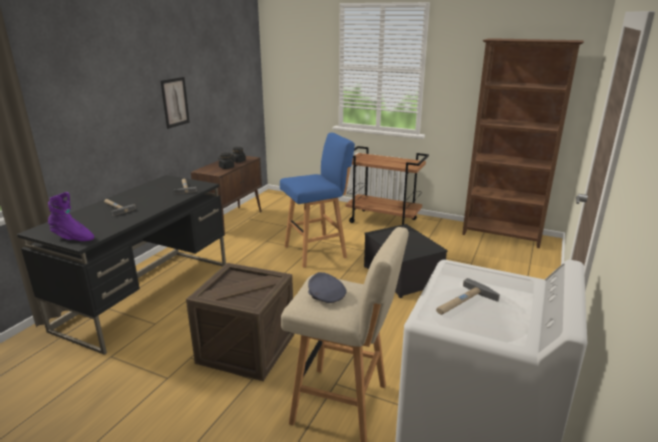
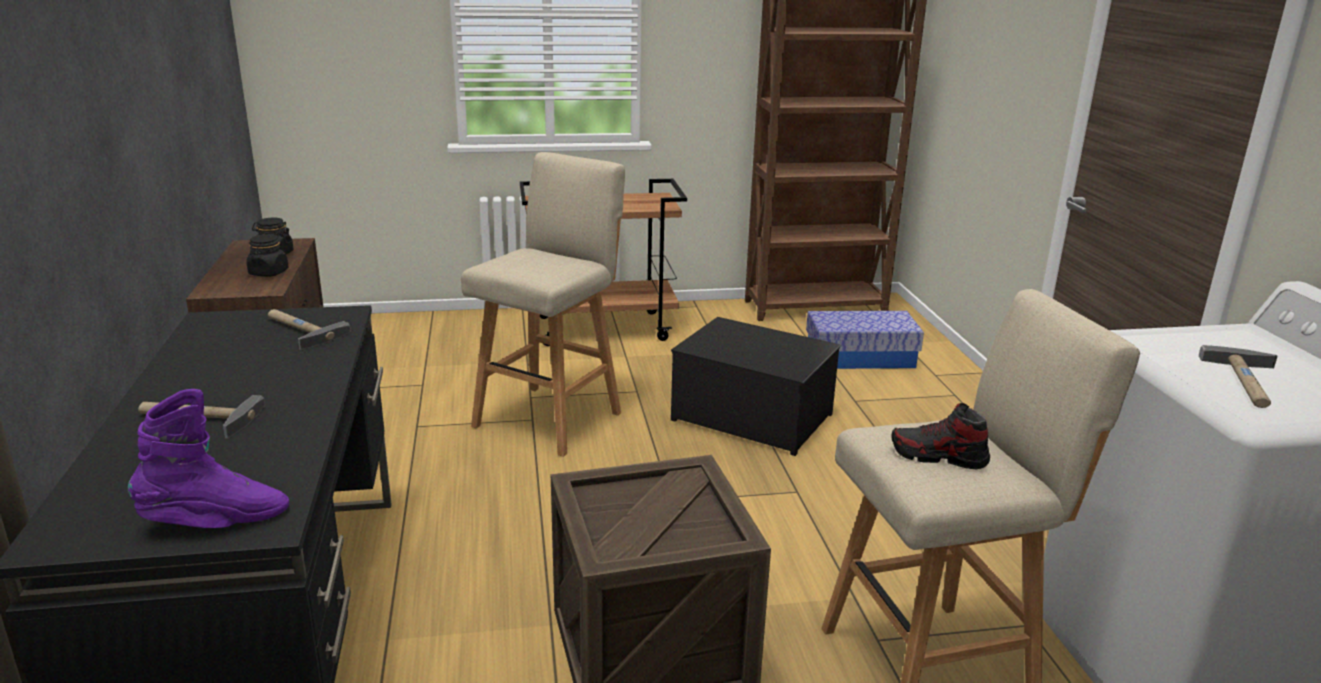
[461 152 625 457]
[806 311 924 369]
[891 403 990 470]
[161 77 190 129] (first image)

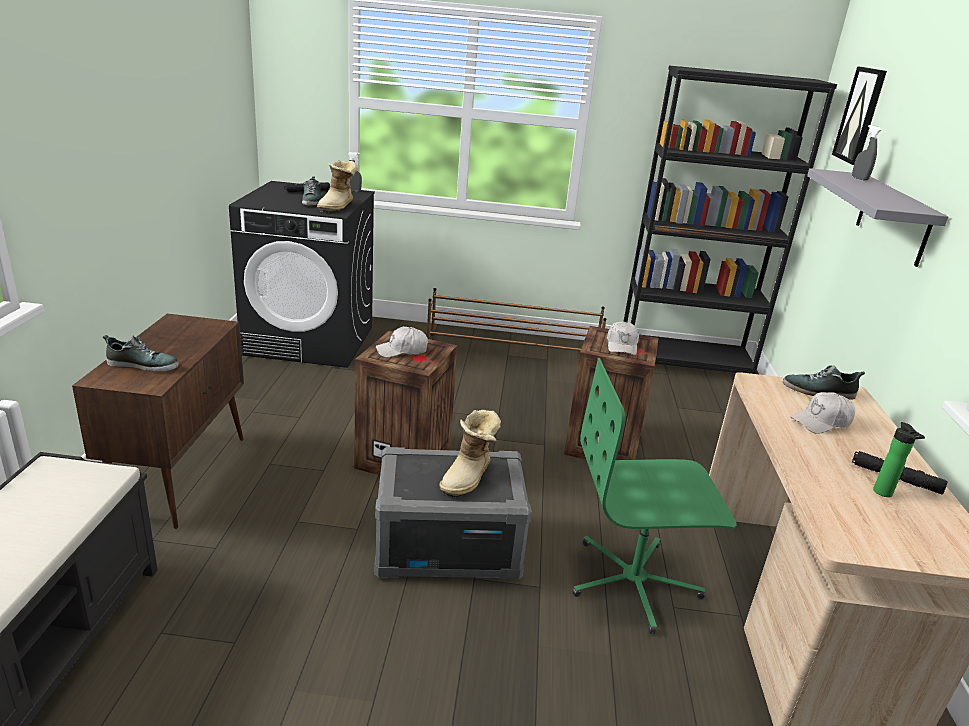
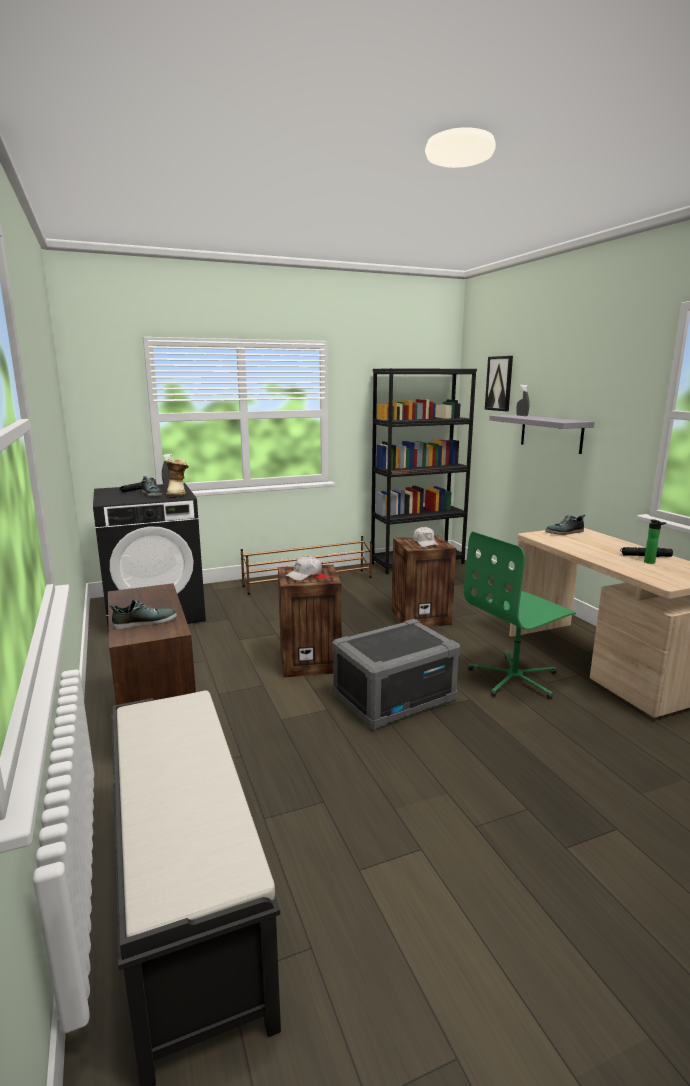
[439 410 501 497] (first image)
[790 392 855 434] (first image)

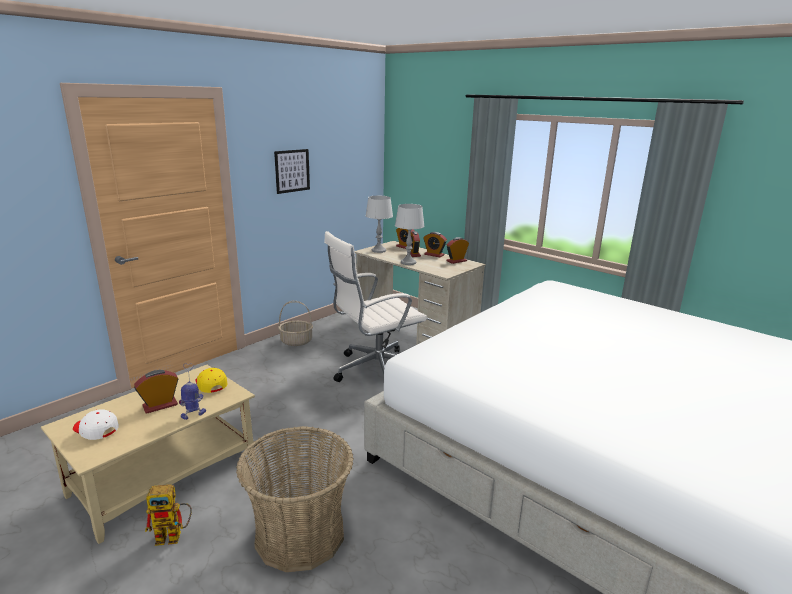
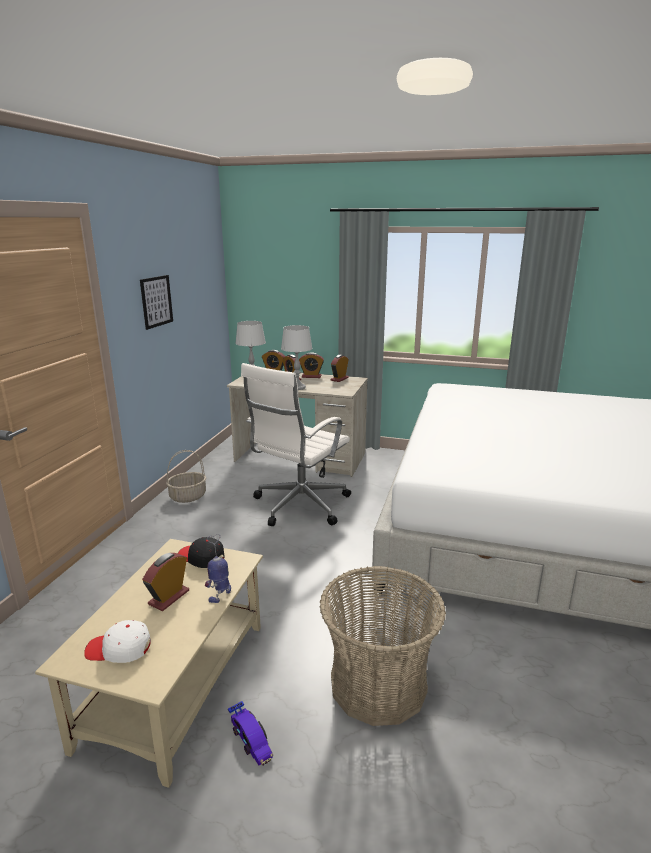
[178 537 225 568]
[228 701 273 766]

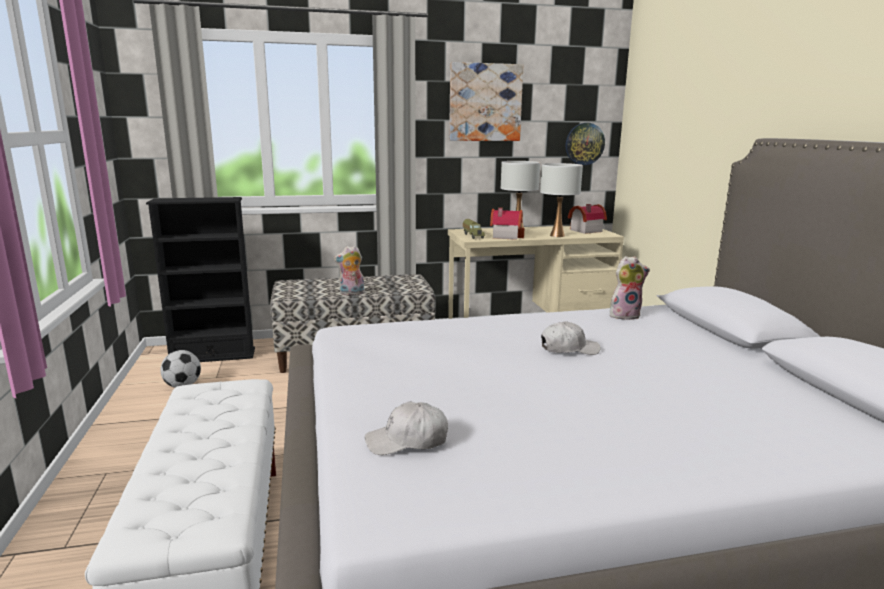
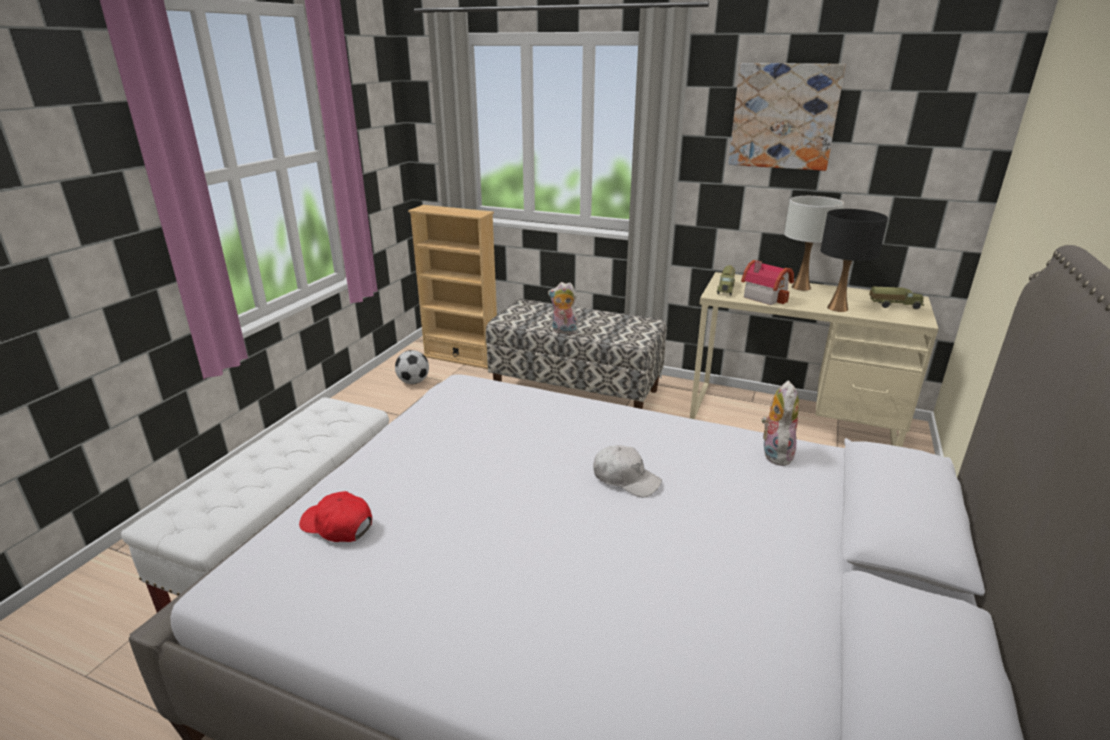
[299 491 372 542]
[408 205 497 369]
[761 380 799 466]
[820 209 888 312]
[869 286 924 309]
[566 123 605 165] (first image)

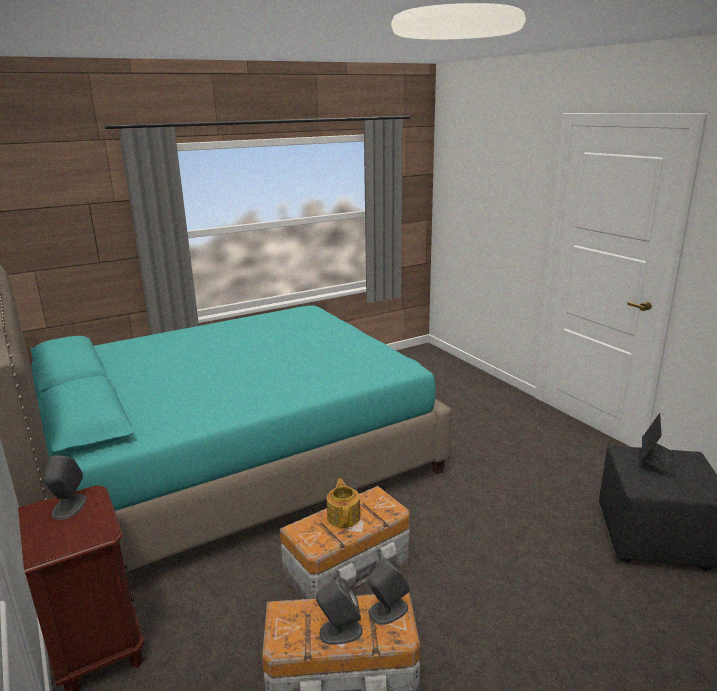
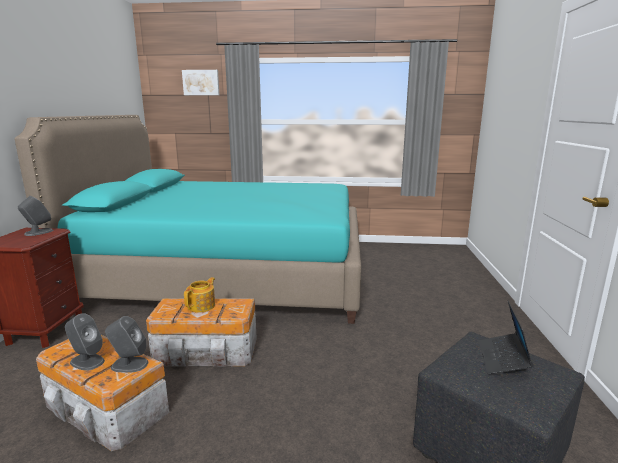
[182 70 220 95]
[479 301 534 374]

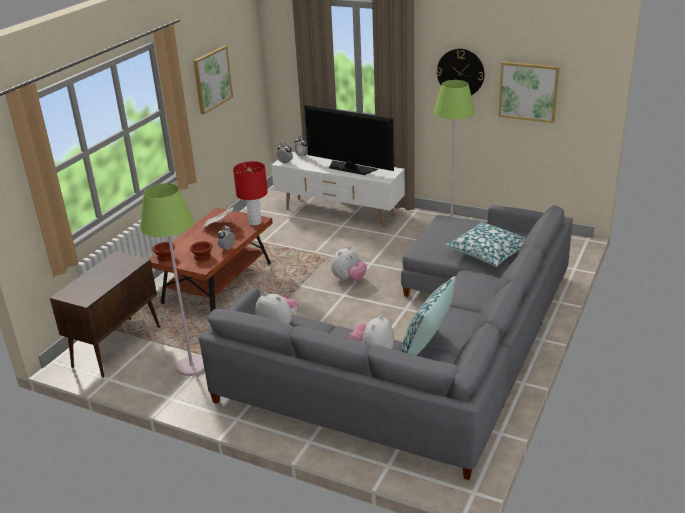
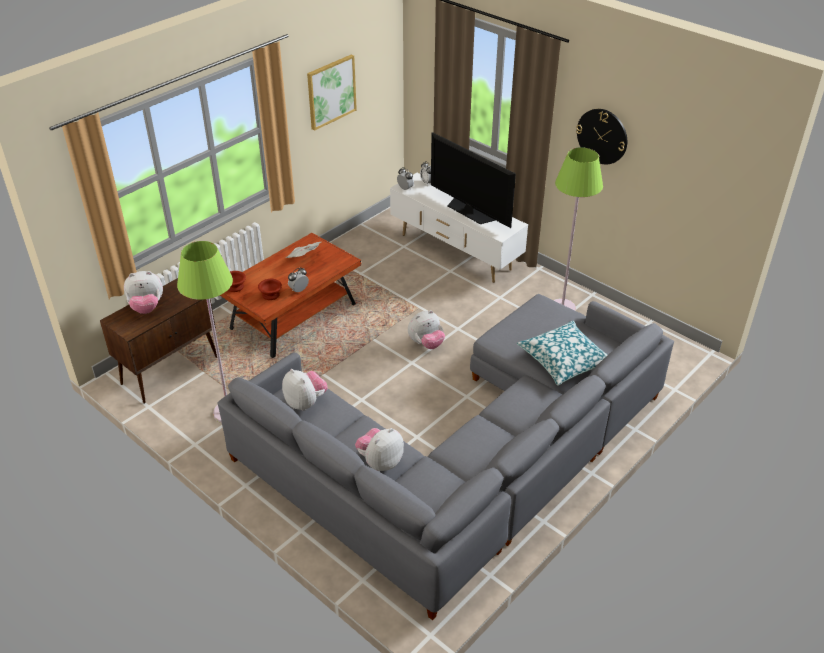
[124 271 163 314]
[233 161 268 225] (first image)
[401 276 456 355] (first image)
[498 62 559 123] (first image)

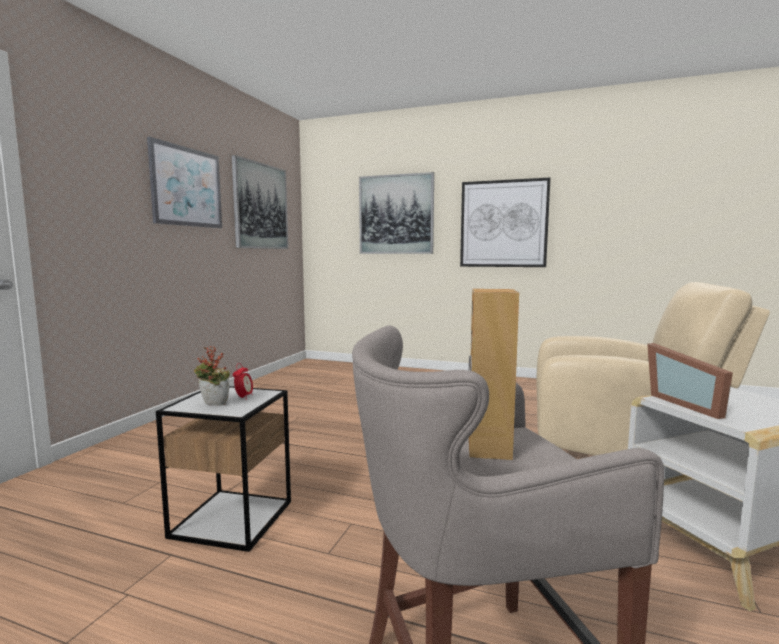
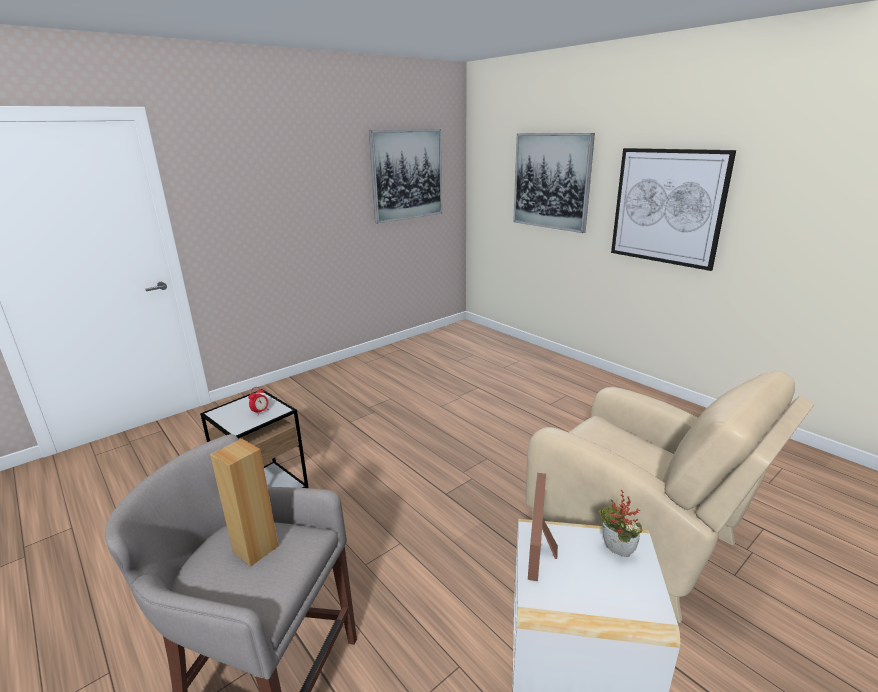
[599 490 643 557]
[147 137 222 228] (first image)

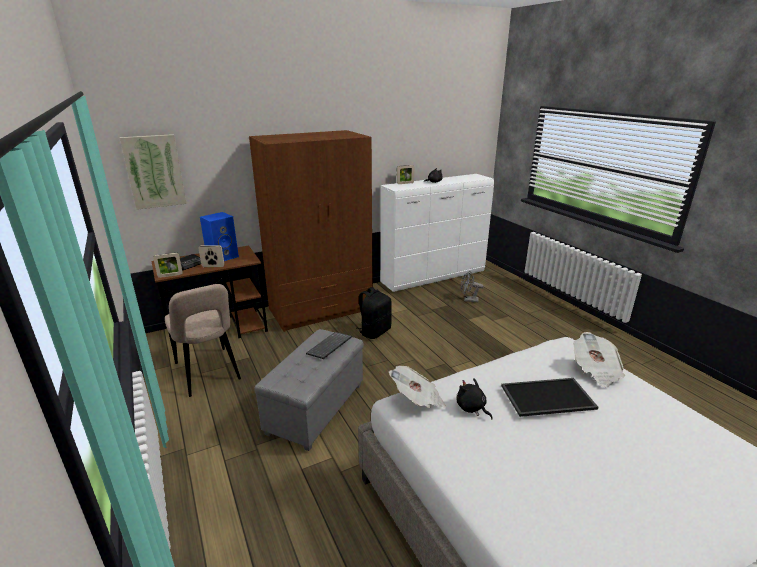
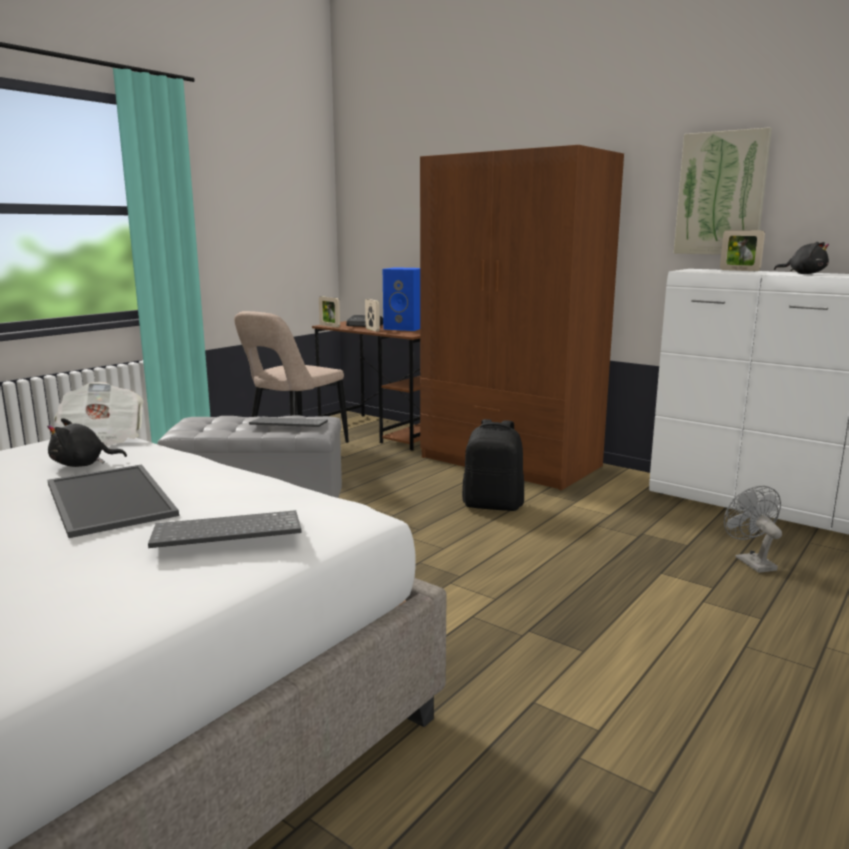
[47 418 127 467]
[148 510 302 548]
[674 127 772 255]

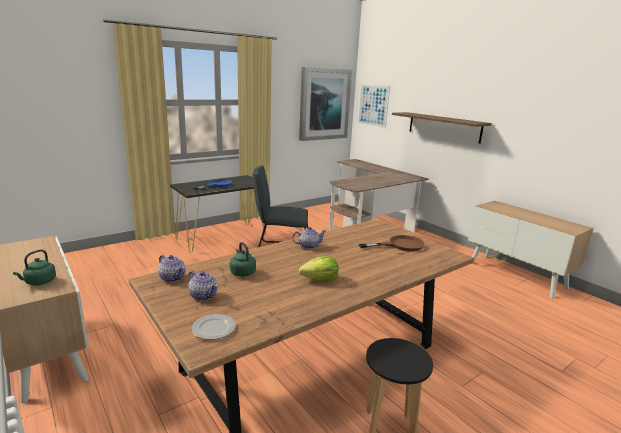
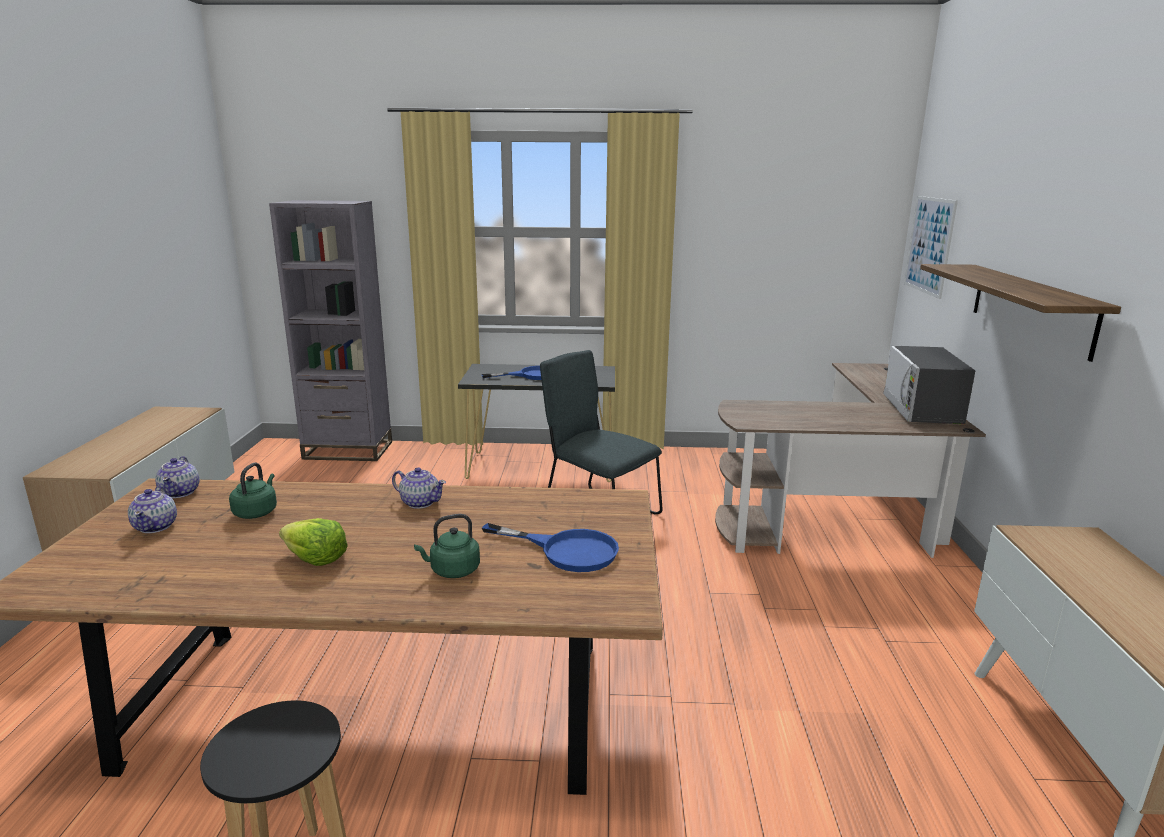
[269 200 392 461]
[414 514 480 578]
[482 523 619 572]
[883 346 975 424]
[192 314 236 340] (first image)
[299 67 352 141] (first image)

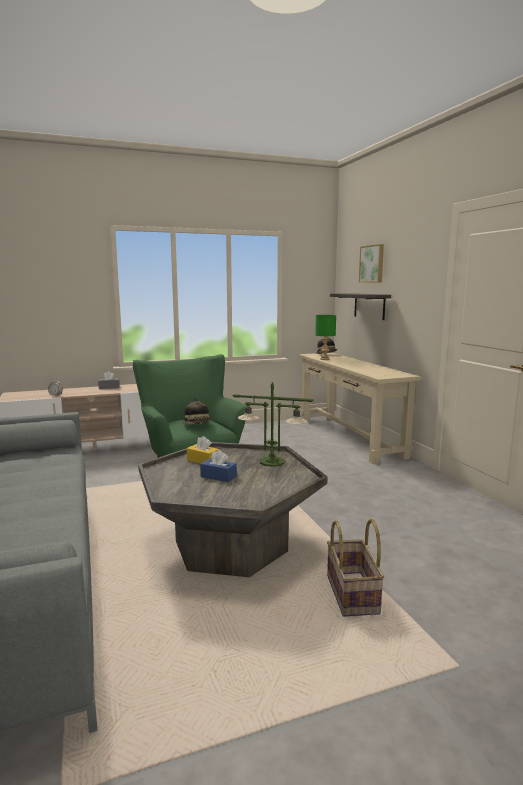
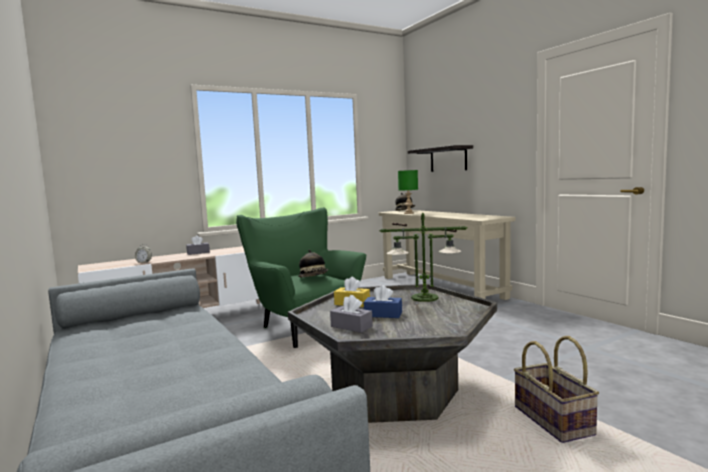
[330 295 373 333]
[359 244 384 282] (first image)

